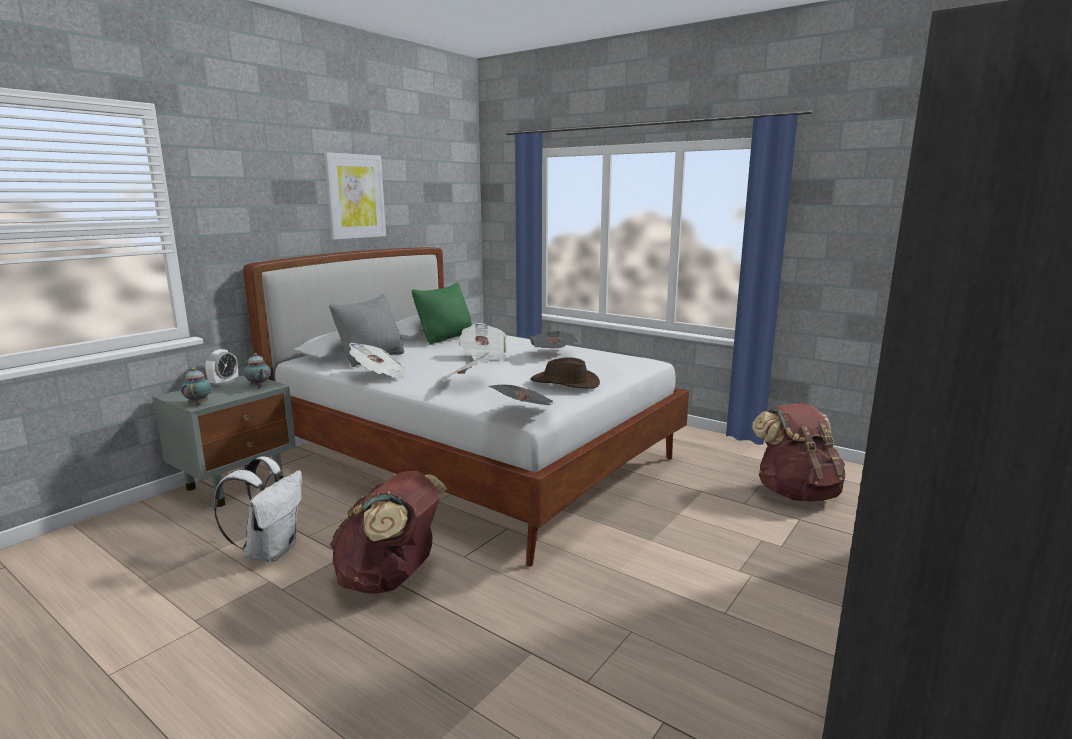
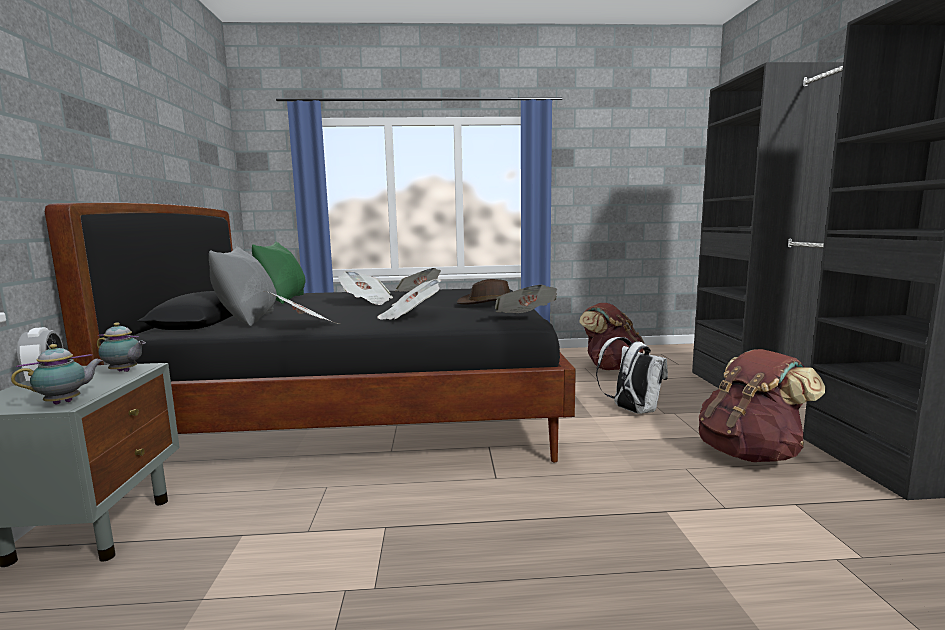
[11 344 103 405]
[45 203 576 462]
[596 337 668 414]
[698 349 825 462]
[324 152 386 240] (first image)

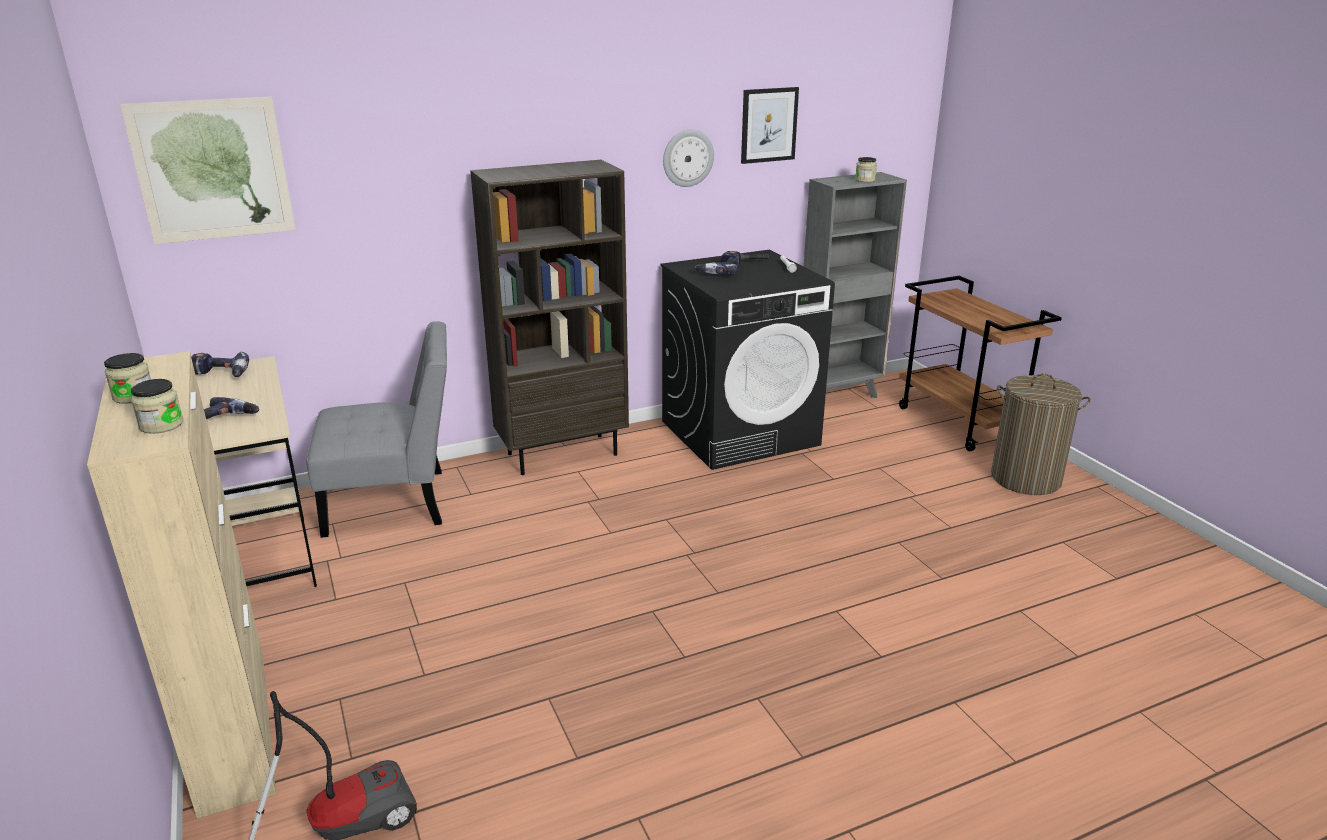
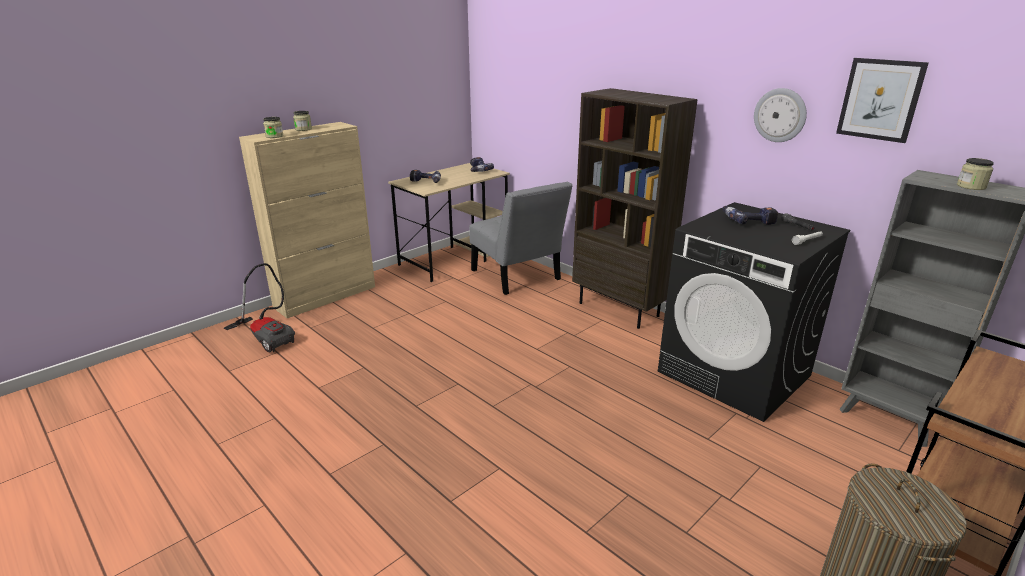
[120 97 296 244] (first image)

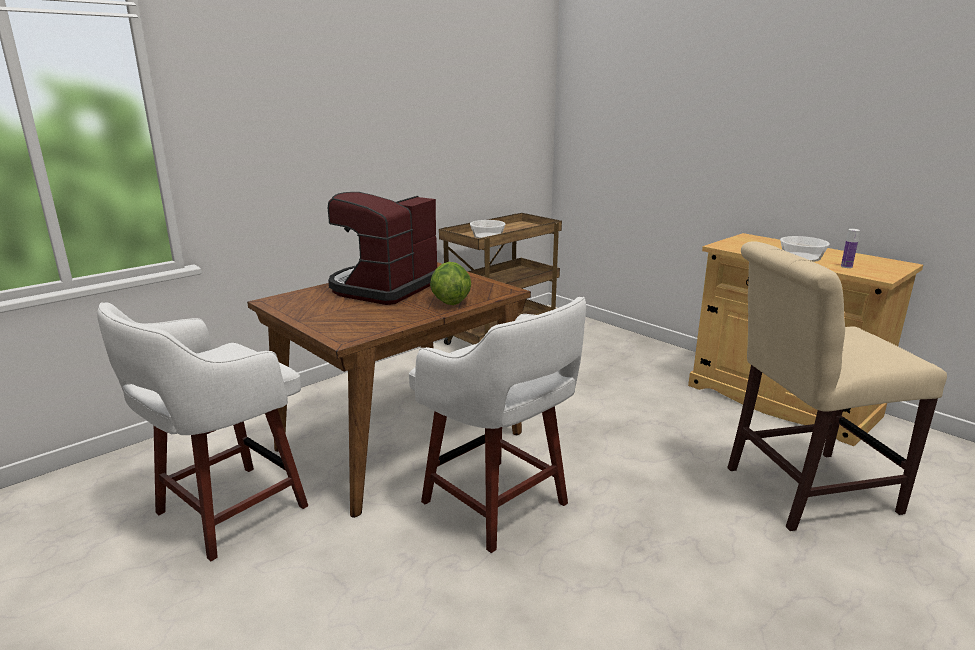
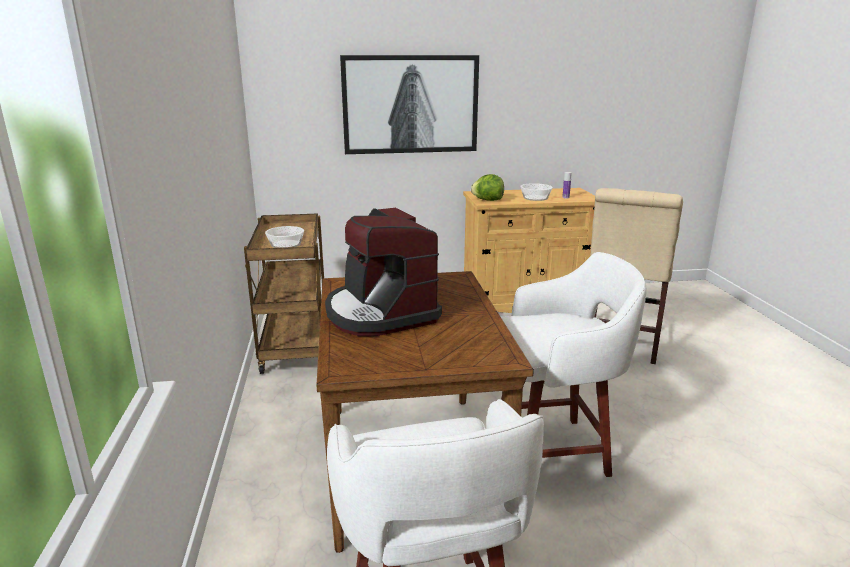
[340 55 479 154]
[471 174 504 201]

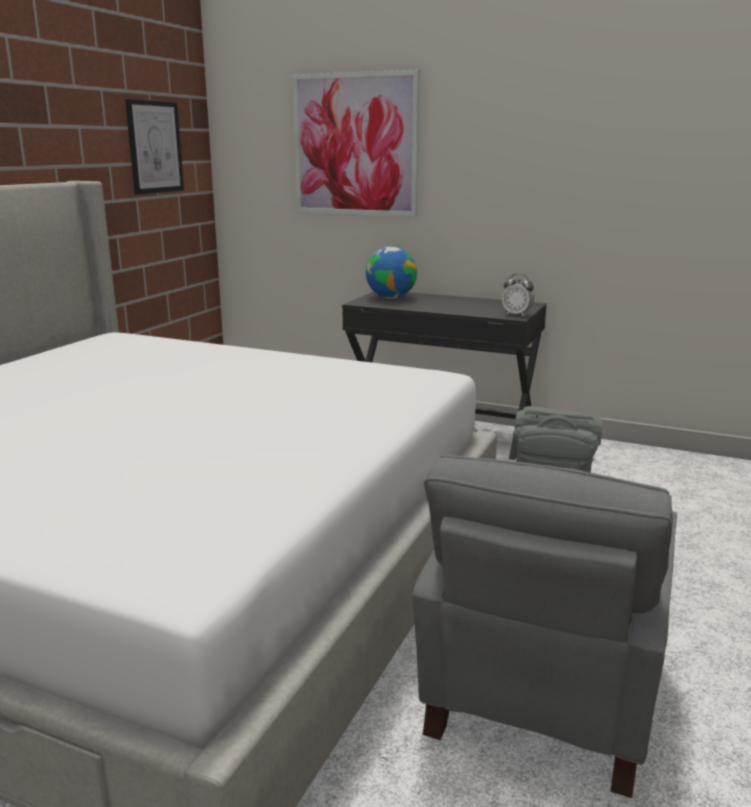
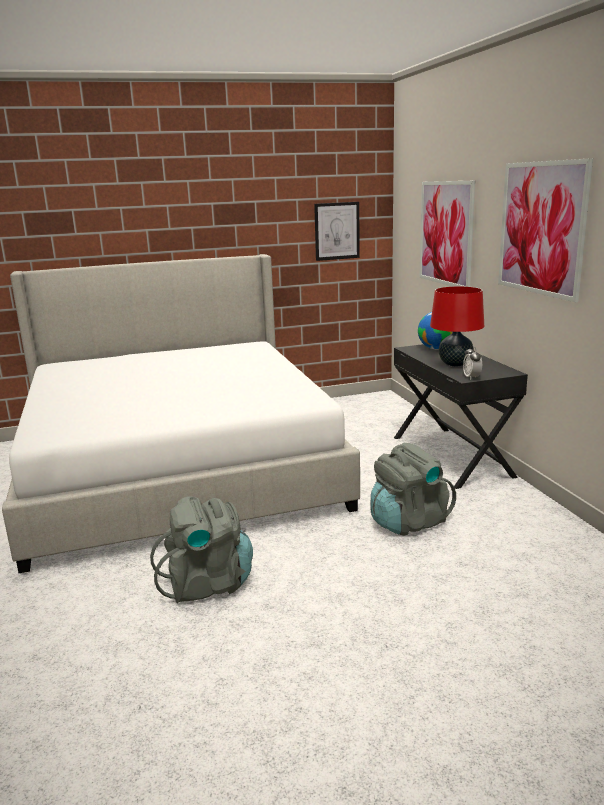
[150 496 253 603]
[430 286 484 367]
[498 158 593 302]

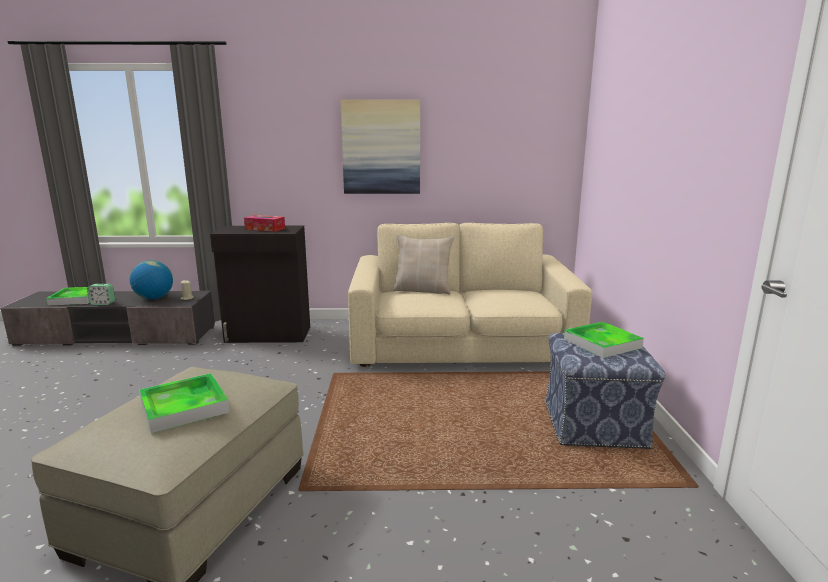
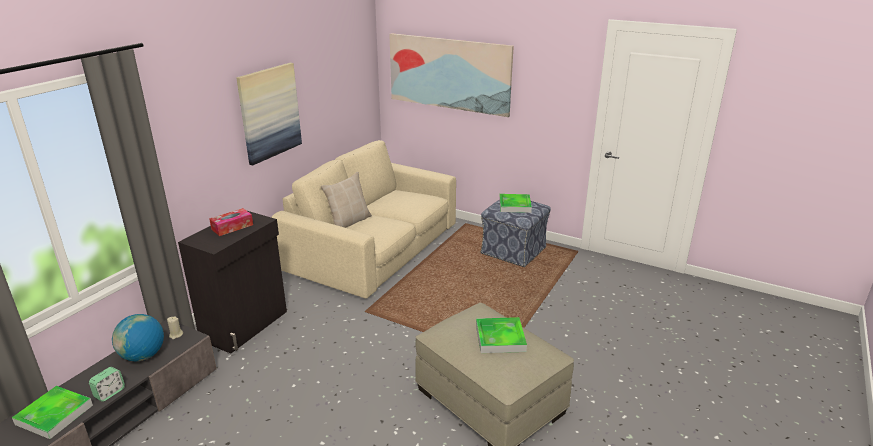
[389 33 514 117]

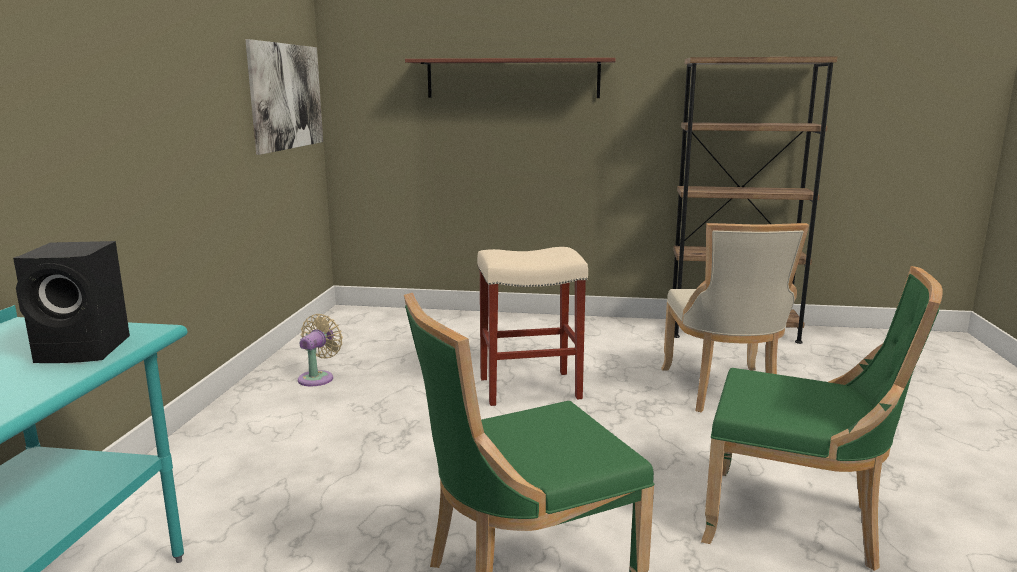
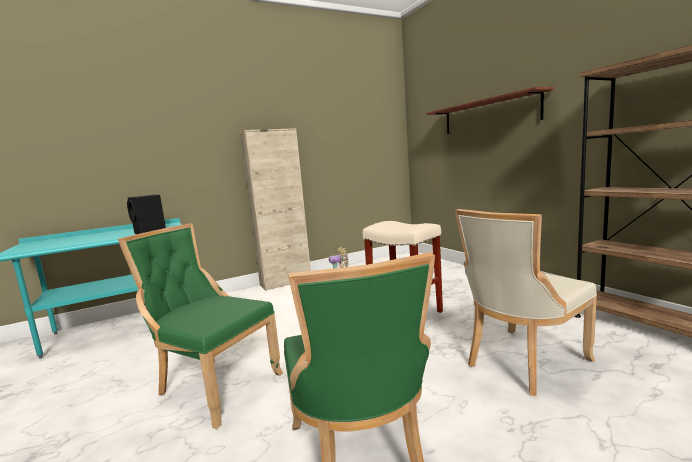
[240 128 311 291]
[245 39 323 155] (first image)

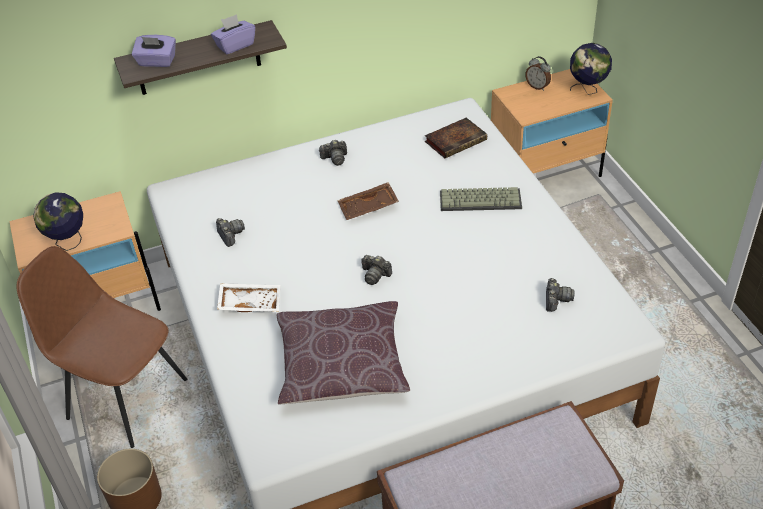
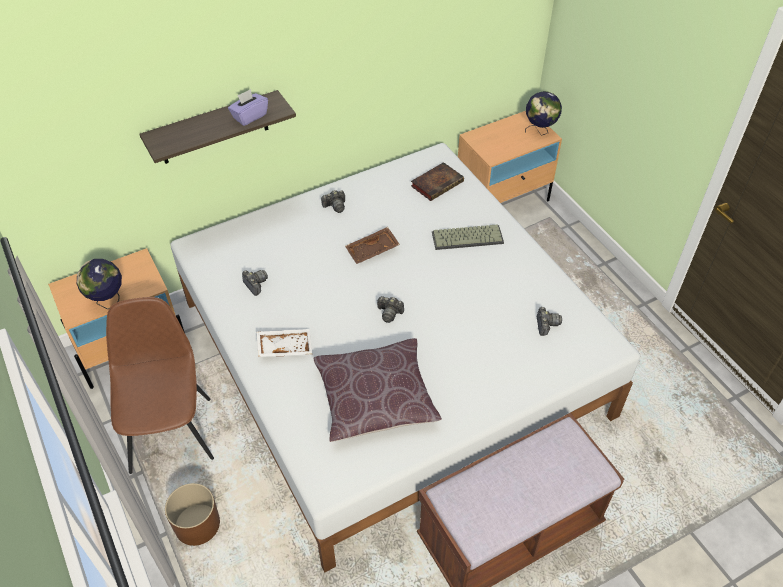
[106 297 214 474]
[132 35 176 67] (first image)
[525 56 551 91] (first image)

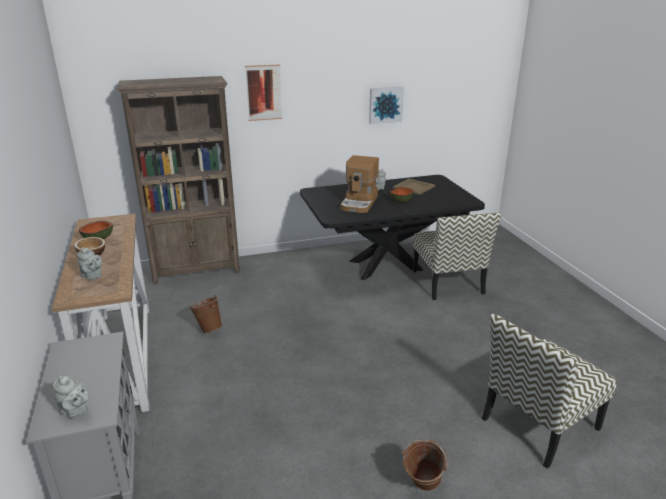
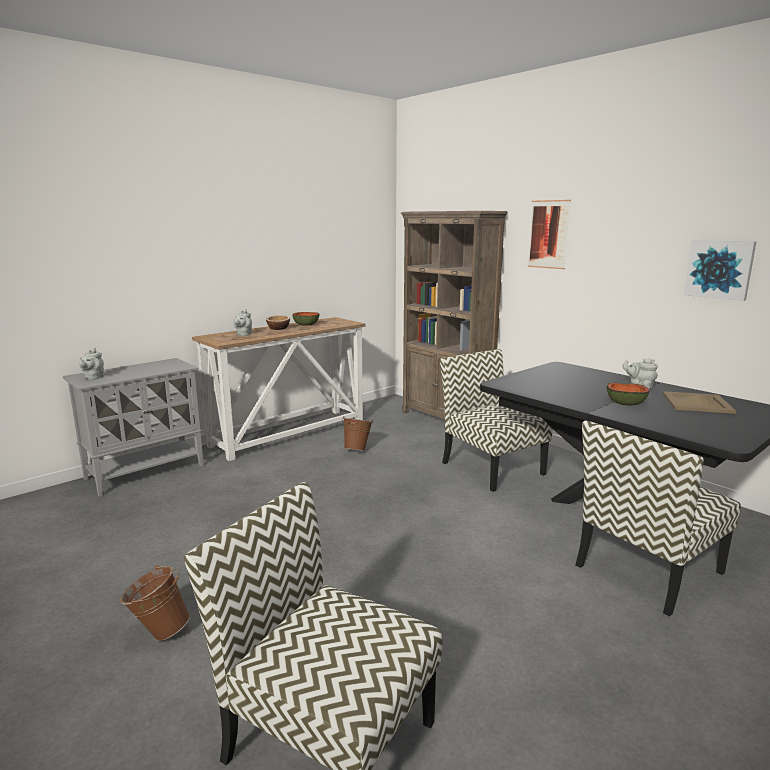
[440 349 553 492]
[340 155 379 213] (first image)

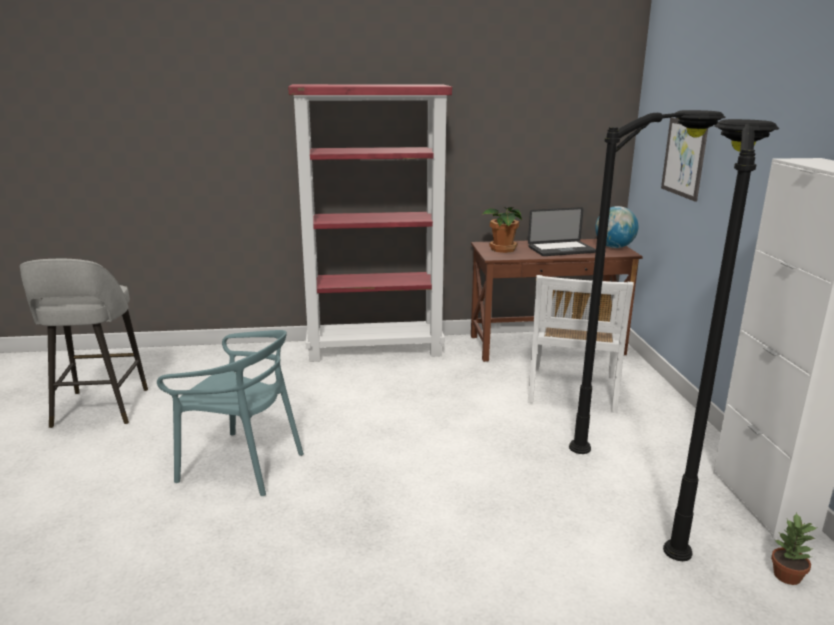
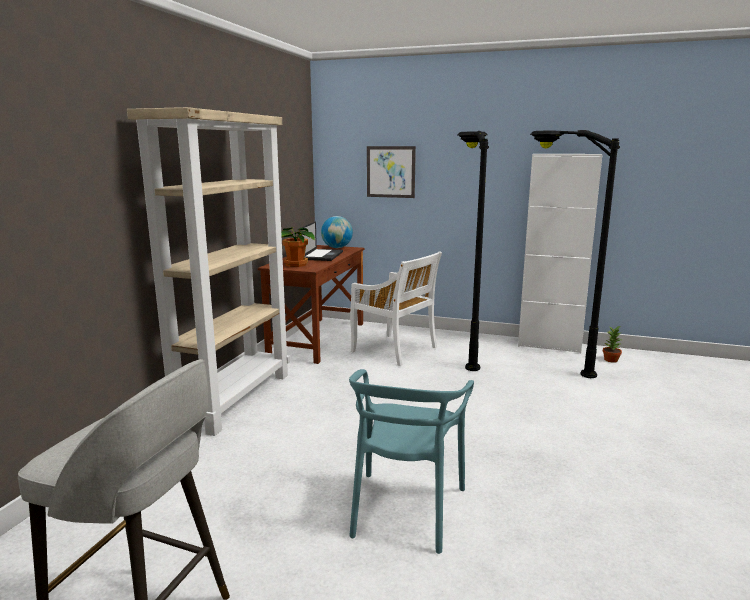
[127 107 290 436]
[349 369 474 554]

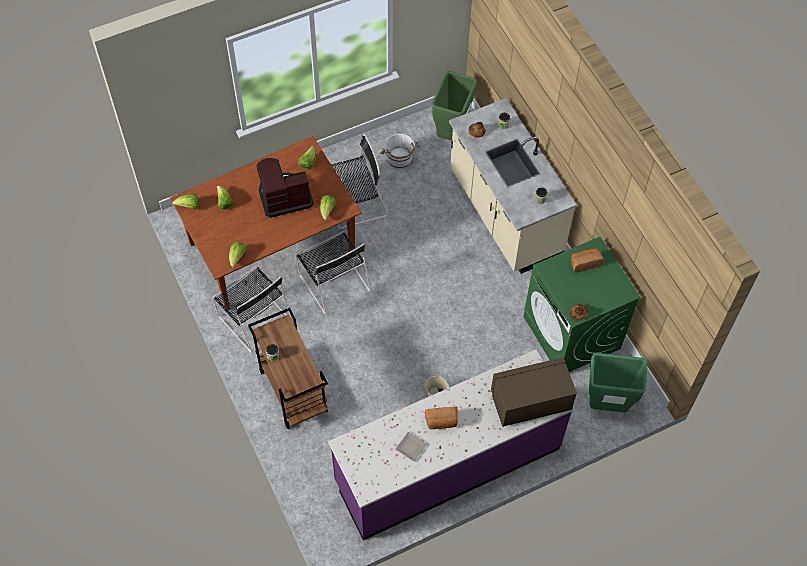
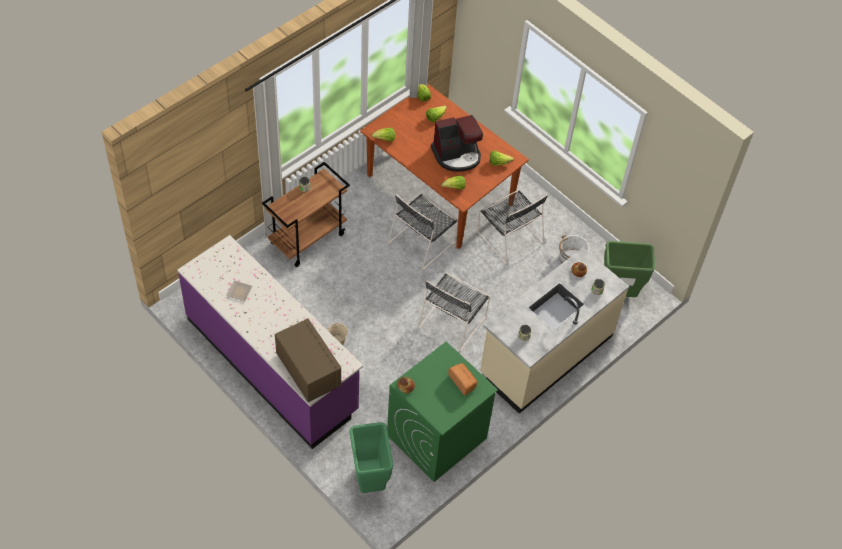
[418 272 490 352]
[431 115 483 172]
[425 406 458 429] (first image)

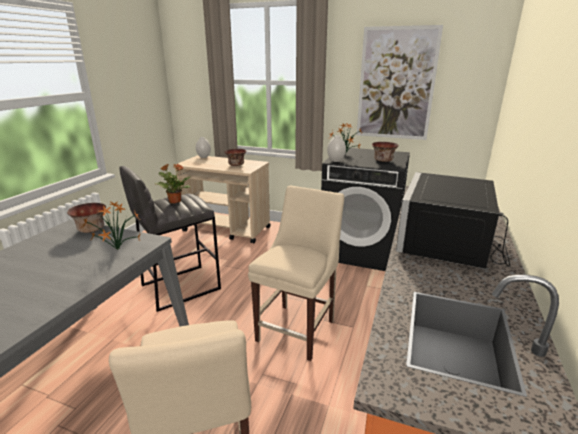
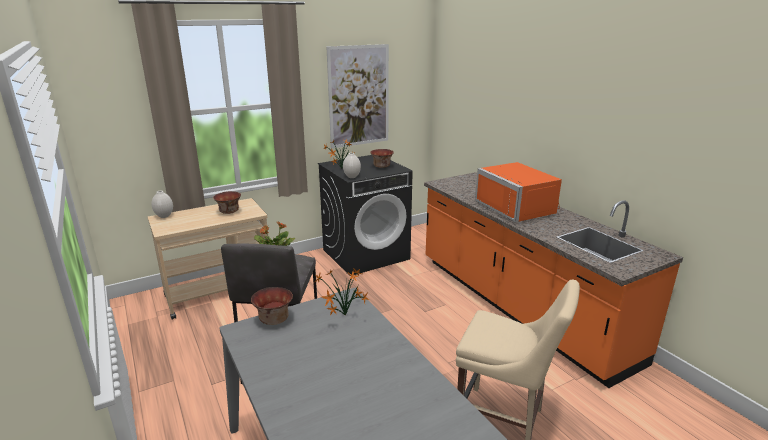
[475 162 562 222]
[248 186 344 361] (first image)

